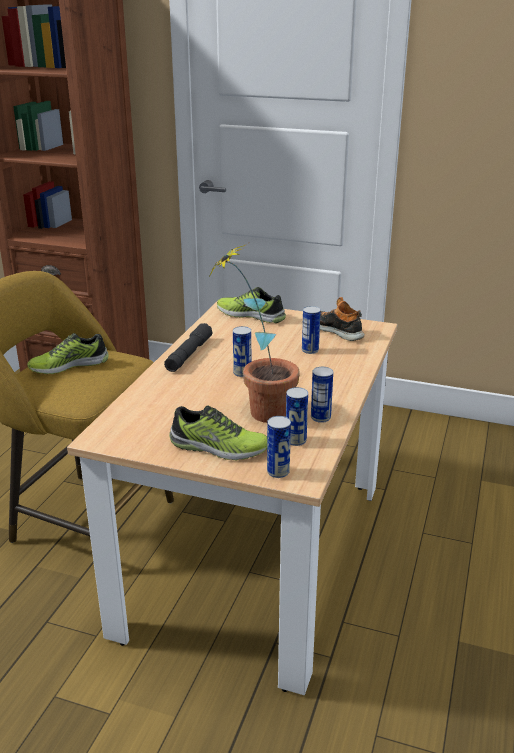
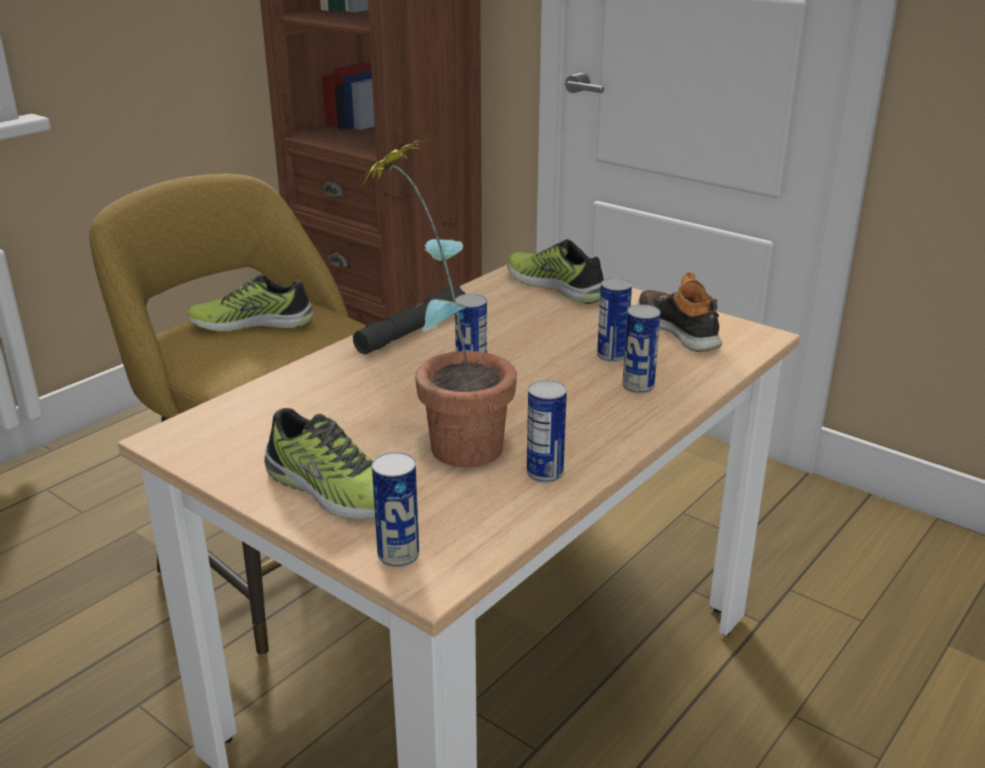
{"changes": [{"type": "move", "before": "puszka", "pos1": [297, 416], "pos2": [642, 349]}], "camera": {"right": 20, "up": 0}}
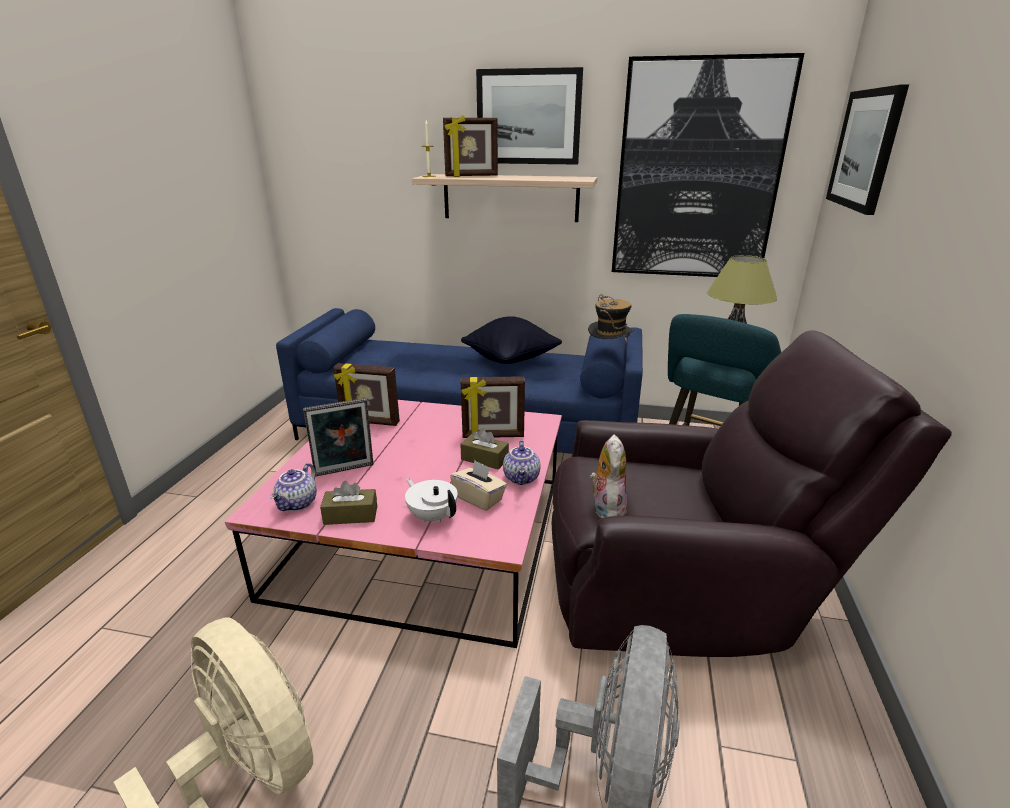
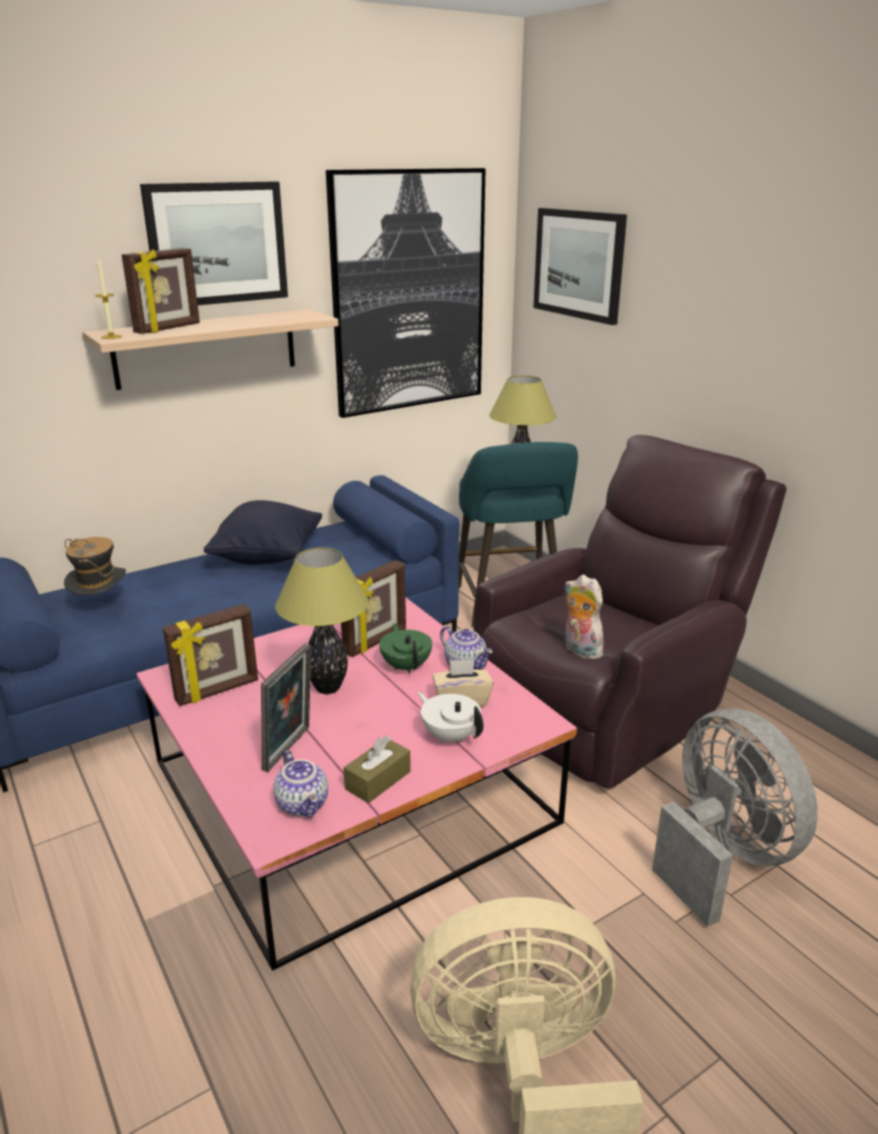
{"changes": [{"type": "move", "before": "kapelusz", "pos1": [611, 320], "pos2": [95, 566]}, {"type": "replace", "before": "pudełko chusteczek [brązowy]", "after": "imbryk [zielony]", "pos1": [484, 449], "pos2": [405, 648]}, {"type": "rotate", "before": "imbryk [biały]", "pos1": [431, 500], "pos2": [450, 717], "turn": 45}, {"type": "insert", "after": "lampa stołowa", "pos2": [322, 621]}], "camera": {"right": -45, "up": 0}}
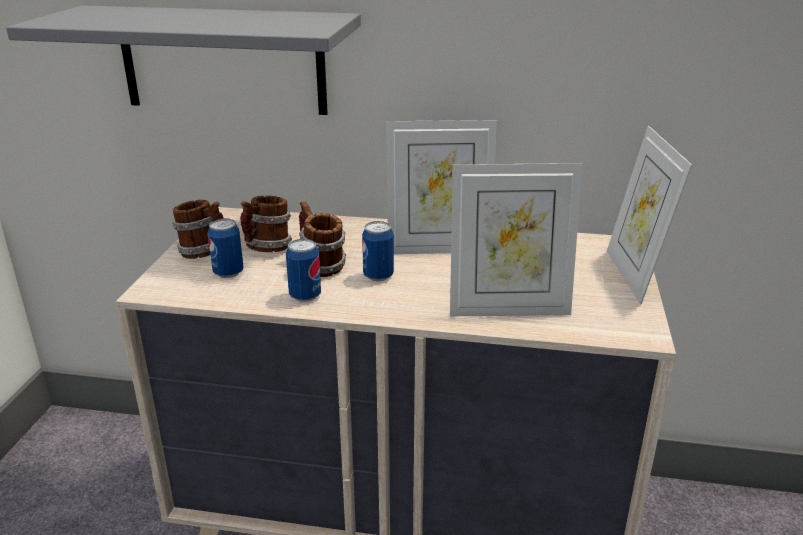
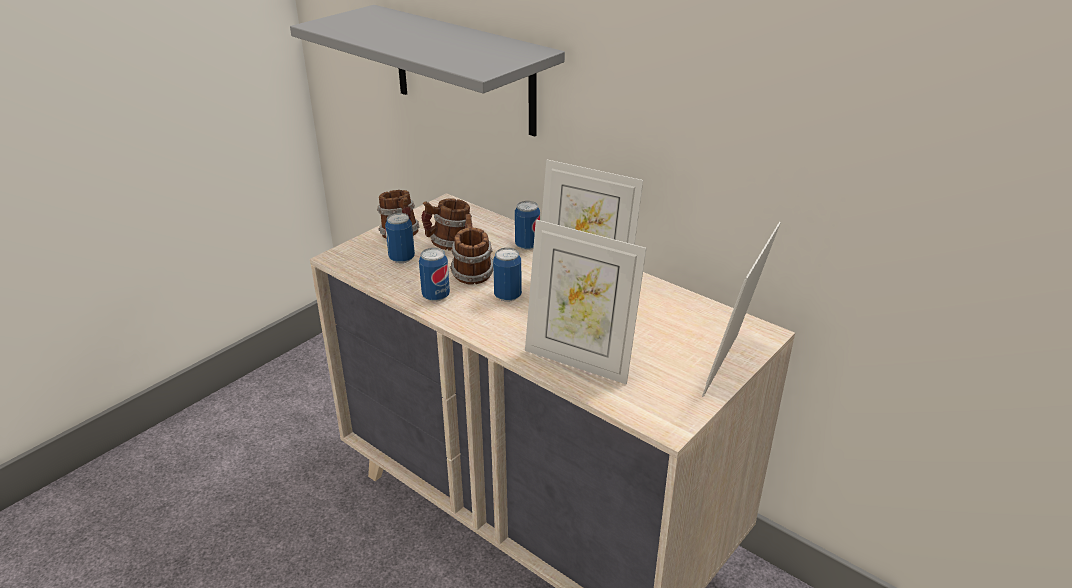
{"changes": [{"type": "insert", "after": "puszka", "pos2": [527, 225]}], "camera": {"right": 30, "up": 5}}
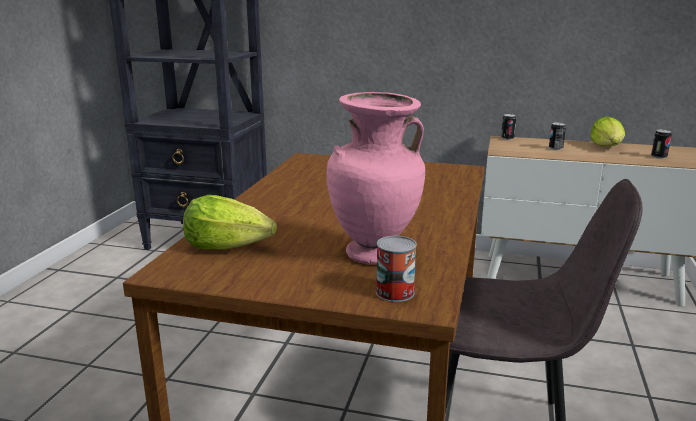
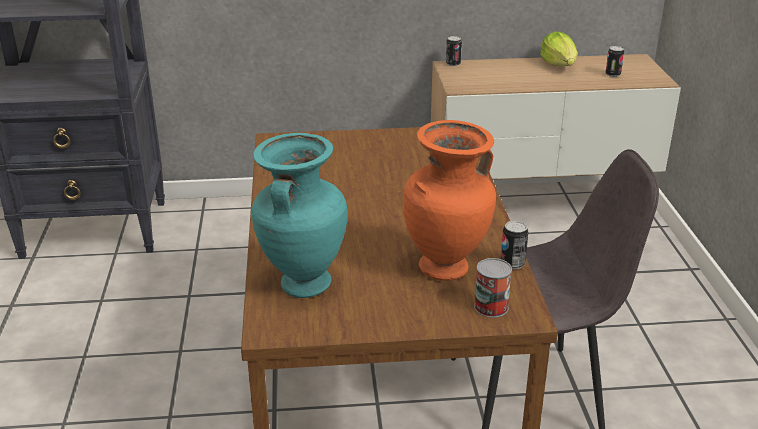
{"changes": [{"type": "recolor", "before": "wazon [różowy]", "after": "wazon [pomarańczowy]", "pos1": [375, 178], "pos2": [449, 200]}, {"type": "move", "before": "puszka", "pos1": [557, 136], "pos2": [514, 245]}, {"type": "replace", "before": "sałata", "after": "wazon [turkusowy]", "pos1": [230, 222], "pos2": [300, 215]}], "camera": {"right": -20, "up": 10}}
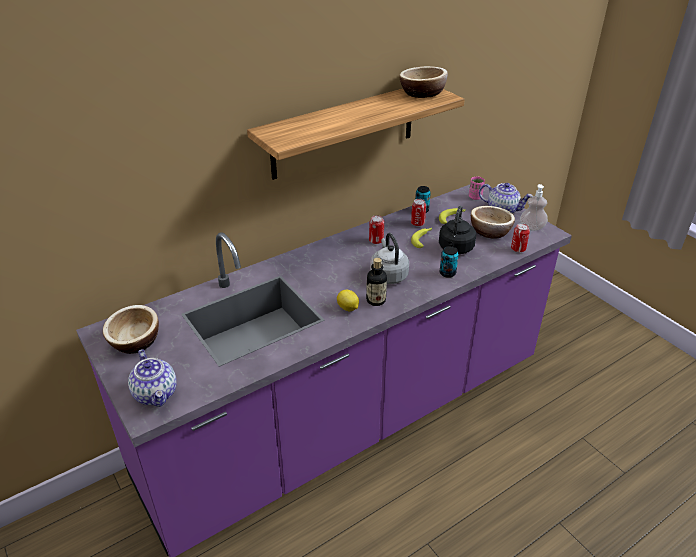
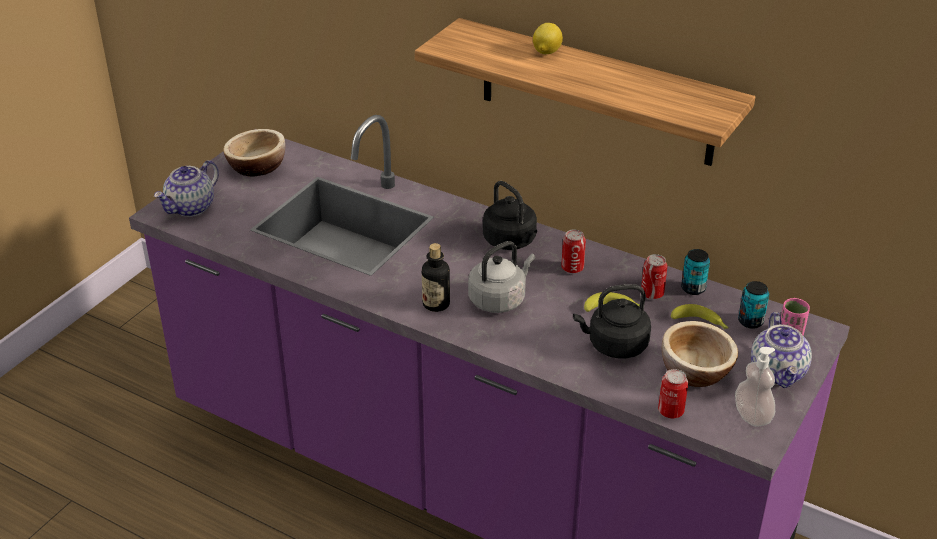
{"changes": [{"type": "delete", "before": "miska", "pos1": [424, 82]}, {"type": "move", "before": "puszka", "pos1": [449, 262], "pos2": [753, 305]}, {"type": "move", "before": "cytryna", "pos1": [348, 300], "pos2": [548, 38]}, {"type": "insert", "after": "czajnik [czarny]", "pos2": [510, 215]}], "camera": {"right": 65, "up": 0}}
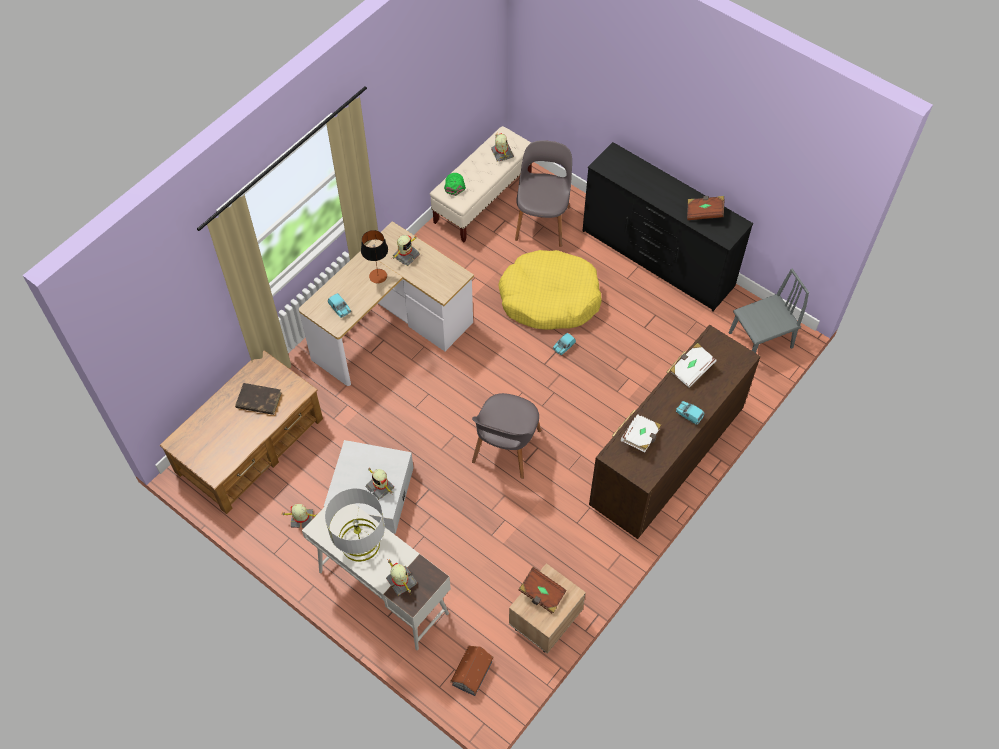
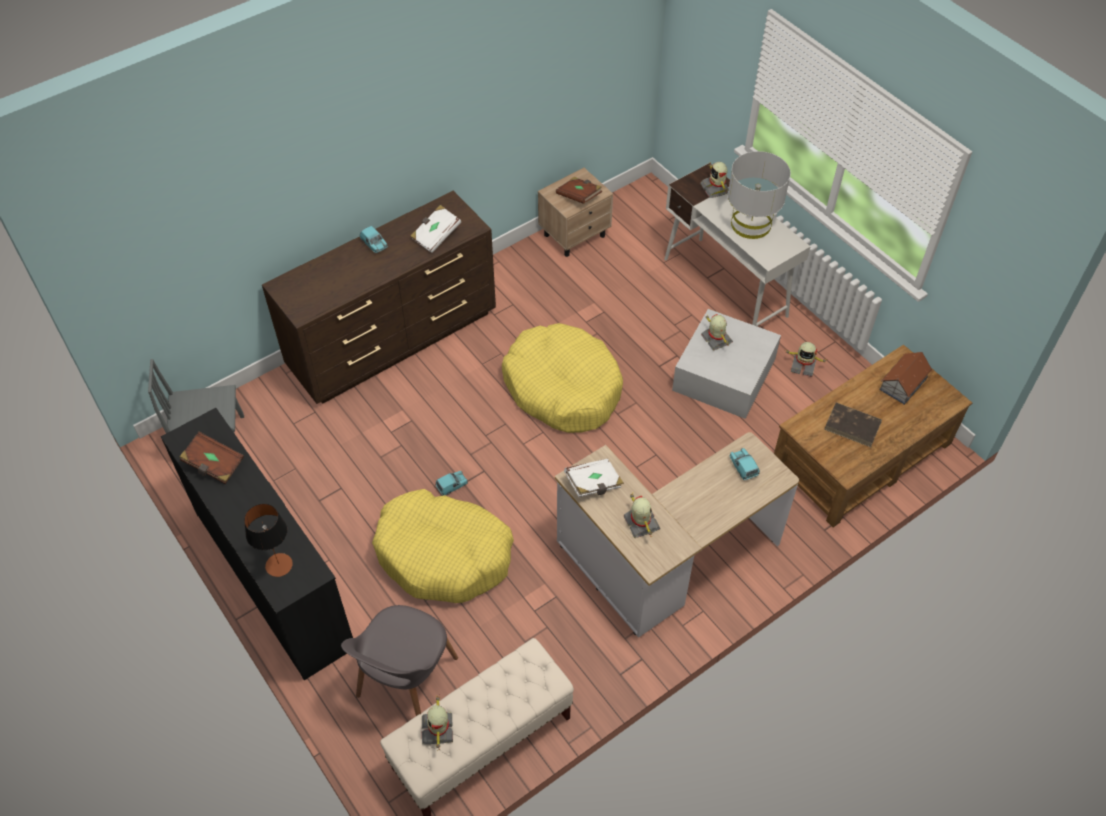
{"changes": [{"type": "delete", "before": "czapka z daszkiem [zielony]", "pos1": [455, 184]}, {"type": "move", "before": "lampa stołowa", "pos1": [374, 256], "pos2": [268, 540]}, {"type": "rotate", "before": "robot zabawkowy", "pos1": [405, 250], "pos2": [641, 516], "turn": 105}, {"type": "move", "before": "książka [biały]", "pos1": [693, 365], "pos2": [594, 478]}, {"type": "replace", "before": "krzesło [szary]", "after": "legowisko [żółty]", "pos1": [506, 436], "pos2": [562, 378]}, {"type": "move", "before": "domek", "pos1": [471, 670], "pos2": [905, 378]}], "camera": {"right": -165, "up": -5}}
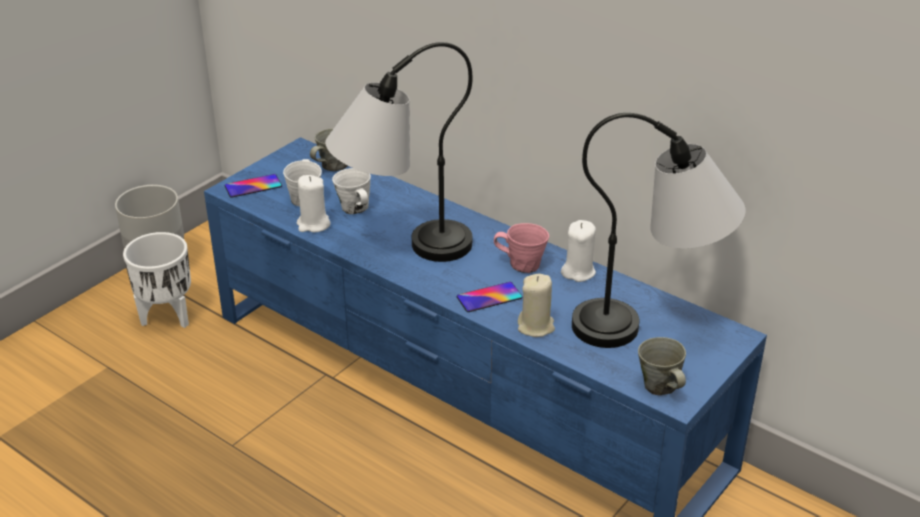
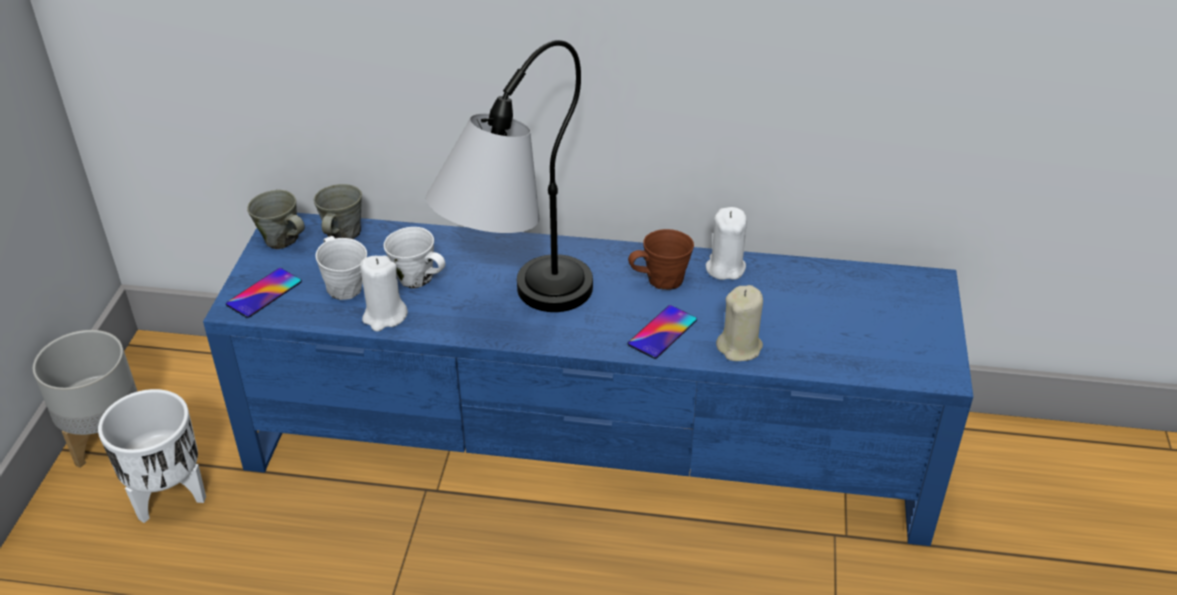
{"changes": [{"type": "delete", "before": "lampa stołowa", "pos1": [659, 230]}, {"type": "recolor", "before": "kubek [różowy]", "after": "kubek [brązowy]", "pos1": [521, 248], "pos2": [661, 259]}, {"type": "move", "before": "kubek [szary]", "pos1": [662, 366], "pos2": [276, 219]}], "camera": {"right": -30, "up": 5}}
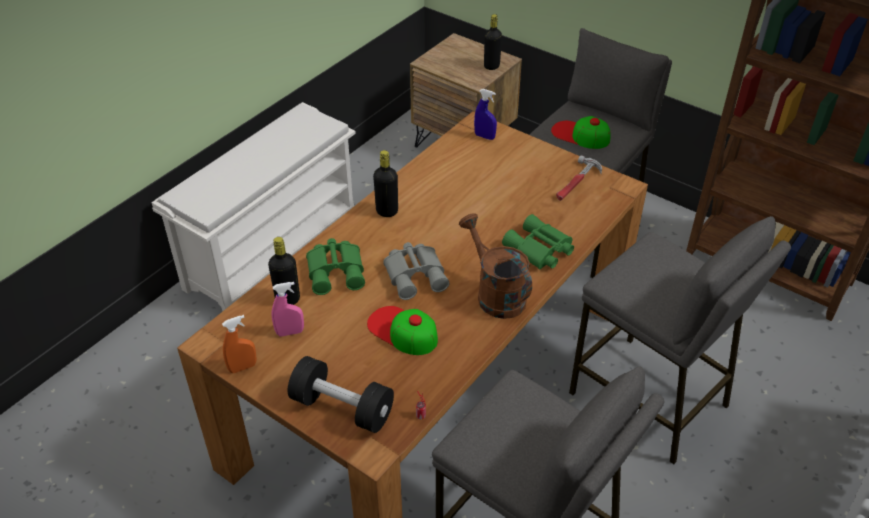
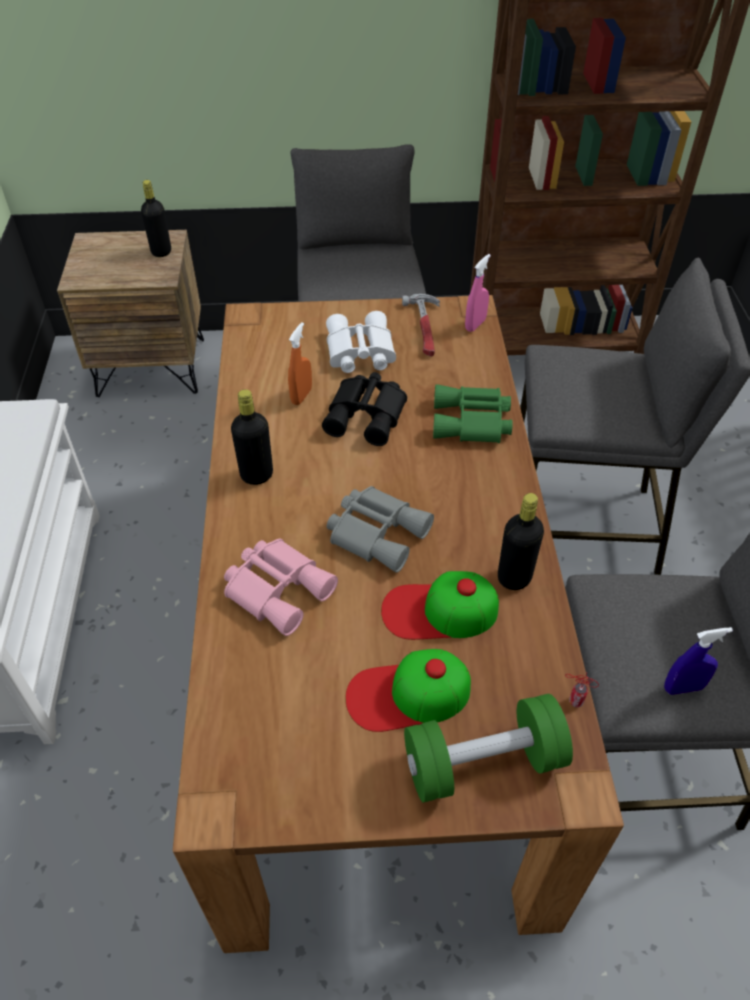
{"changes": [{"type": "move", "before": "spryskiwacz [niebieski]", "pos1": [485, 114], "pos2": [698, 661]}, {"type": "move", "before": "czapka z daszkiem", "pos1": [581, 132], "pos2": [408, 690]}, {"type": "delete", "before": "konewka [brązowy]", "pos1": [495, 266]}, {"type": "move", "before": "butelka [czarny]", "pos1": [284, 271], "pos2": [521, 541]}, {"type": "recolor", "before": "lornetka [zielony]", "after": "lornetka [różowy]", "pos1": [335, 266], "pos2": [281, 587]}, {"type": "move", "before": "spryskiwacz [różowy]", "pos1": [288, 309], "pos2": [478, 293]}, {"type": "move", "before": "spryskiwacz [pomarańczowy]", "pos1": [239, 344], "pos2": [300, 363]}, {"type": "recolor", "before": "hantel [czarny]", "after": "hantel [zielony]", "pos1": [341, 394], "pos2": [488, 748]}, {"type": "insert", "after": "lornetka [biały]", "pos2": [361, 342]}, {"type": "insert", "after": "lornetka [czarny]", "pos2": [364, 409]}], "camera": {"right": -40, "up": 5}}
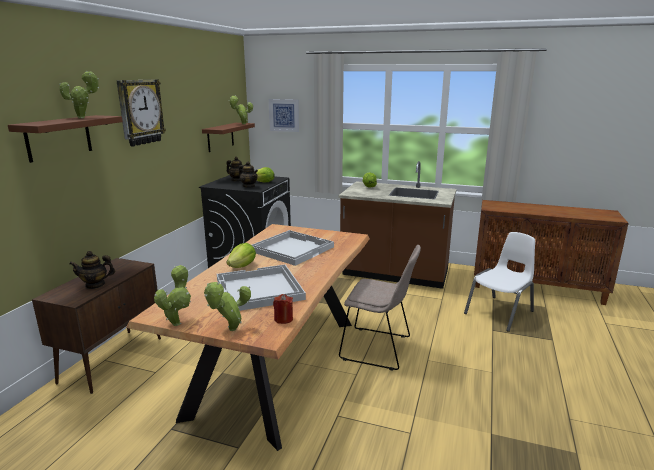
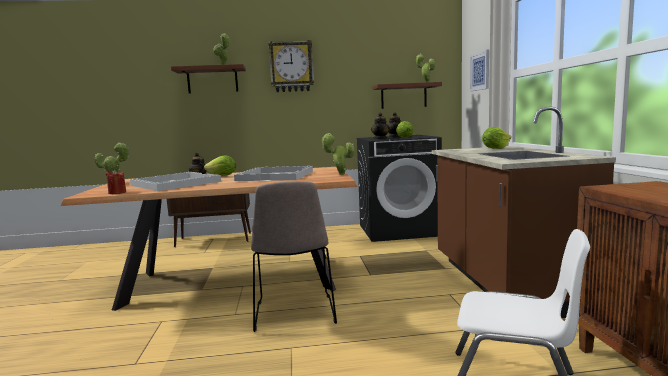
{"changes": [{"type": "move", "before": "roślina doniczkowa", "pos1": [227, 306], "pos2": [337, 154]}], "camera": {"right": 65, "up": -10}}
